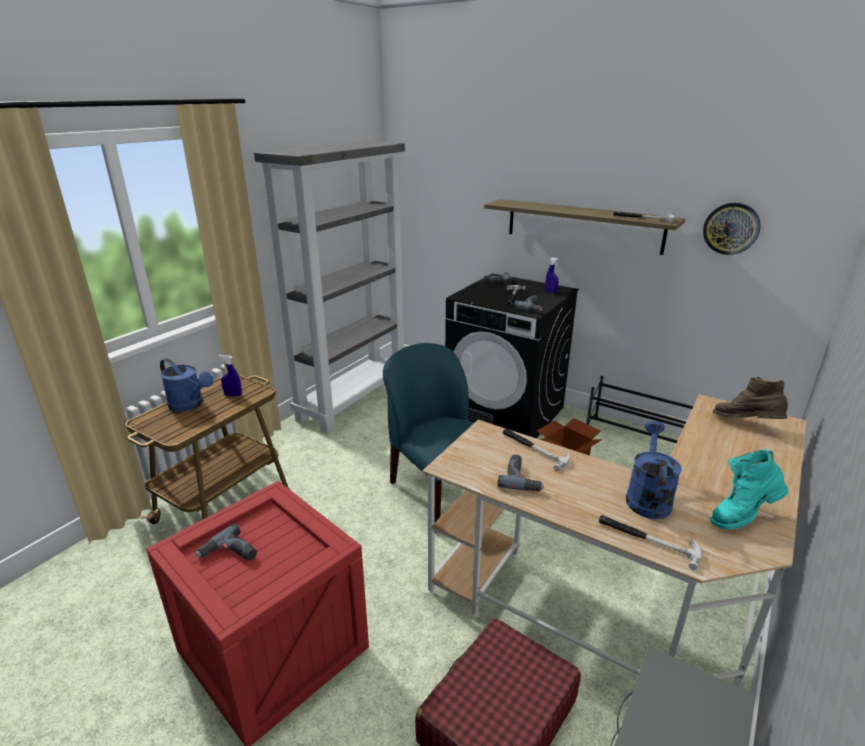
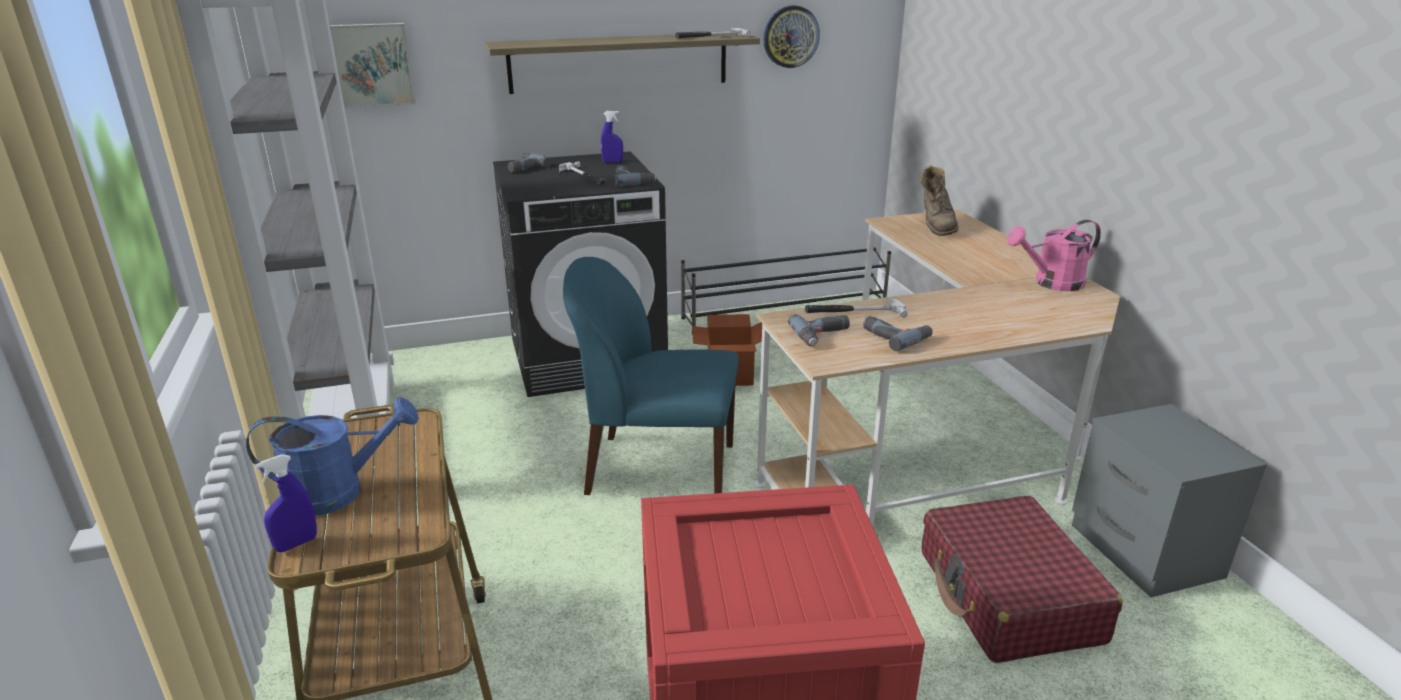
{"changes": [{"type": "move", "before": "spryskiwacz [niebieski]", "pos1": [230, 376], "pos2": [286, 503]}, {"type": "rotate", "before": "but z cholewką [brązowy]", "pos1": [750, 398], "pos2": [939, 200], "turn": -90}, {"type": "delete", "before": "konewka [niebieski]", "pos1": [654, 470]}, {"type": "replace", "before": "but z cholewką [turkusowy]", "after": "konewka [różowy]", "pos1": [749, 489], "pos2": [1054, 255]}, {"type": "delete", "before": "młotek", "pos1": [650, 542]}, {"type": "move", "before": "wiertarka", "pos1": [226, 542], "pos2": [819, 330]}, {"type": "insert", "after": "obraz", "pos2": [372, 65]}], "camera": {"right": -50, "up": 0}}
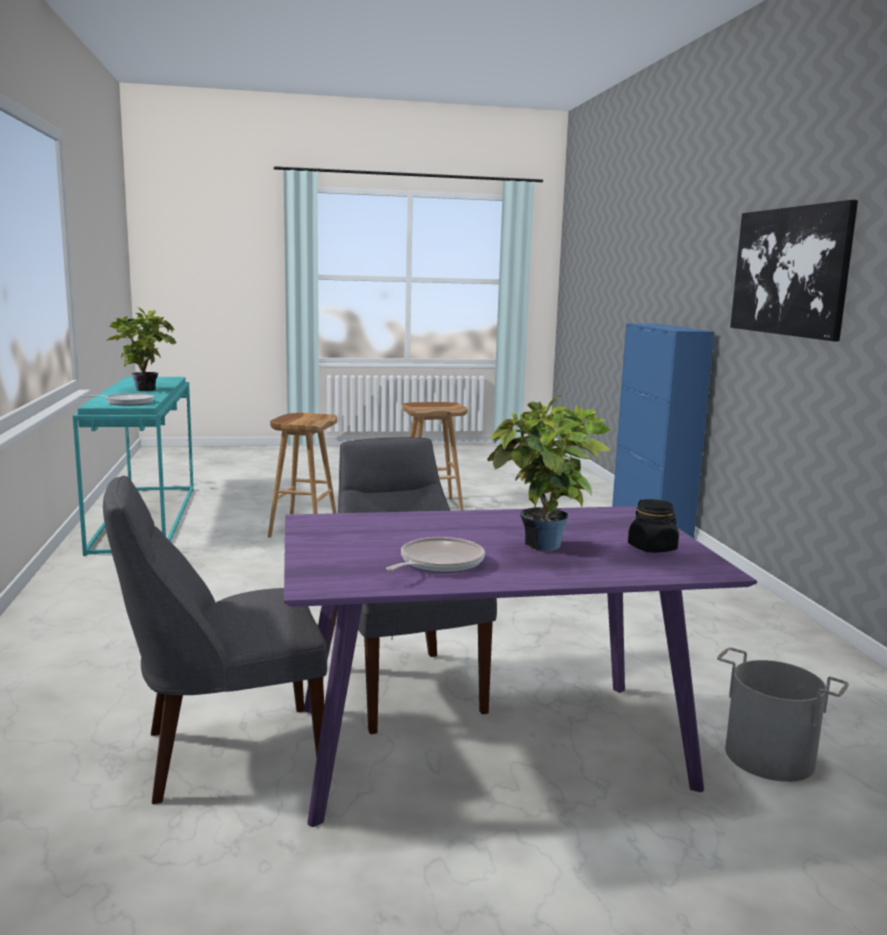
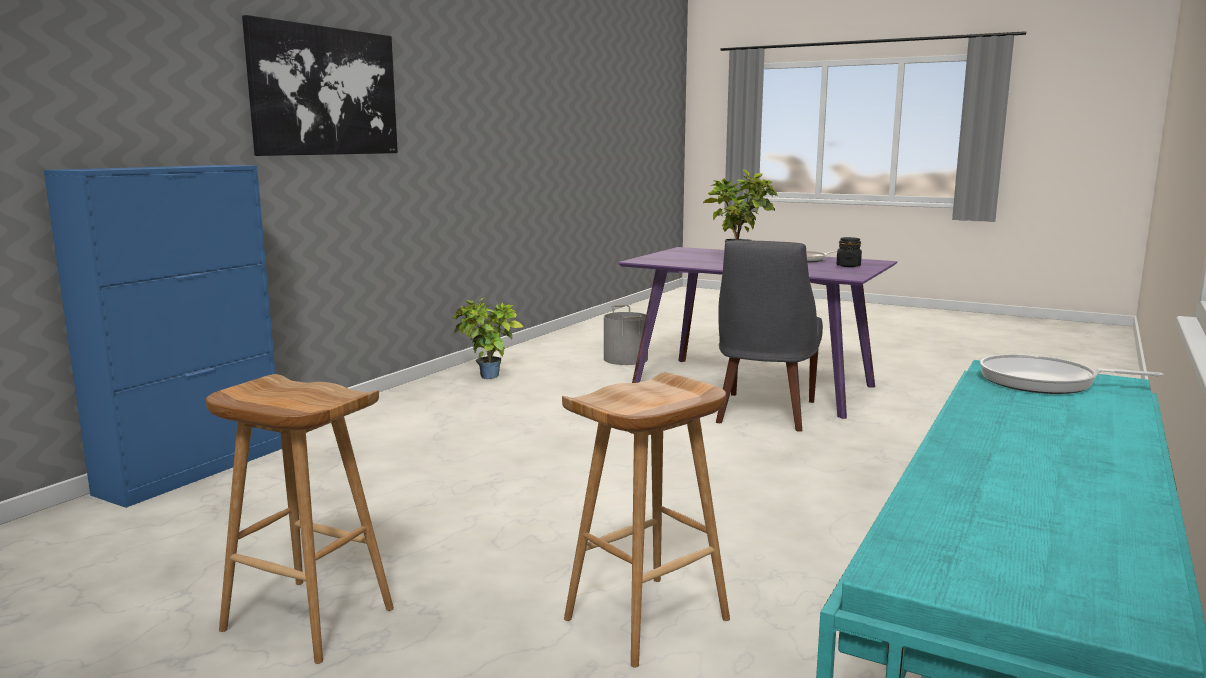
{"changes": [{"type": "move", "before": "roślina doniczkowa", "pos1": [141, 349], "pos2": [487, 338]}, {"type": "delete", "before": "krzesło [szary]", "pos1": [215, 640]}, {"type": "move", "before": "słoik [czarny]", "pos1": [653, 526], "pos2": [849, 252]}], "camera": {"right": -140, "up": 0}}
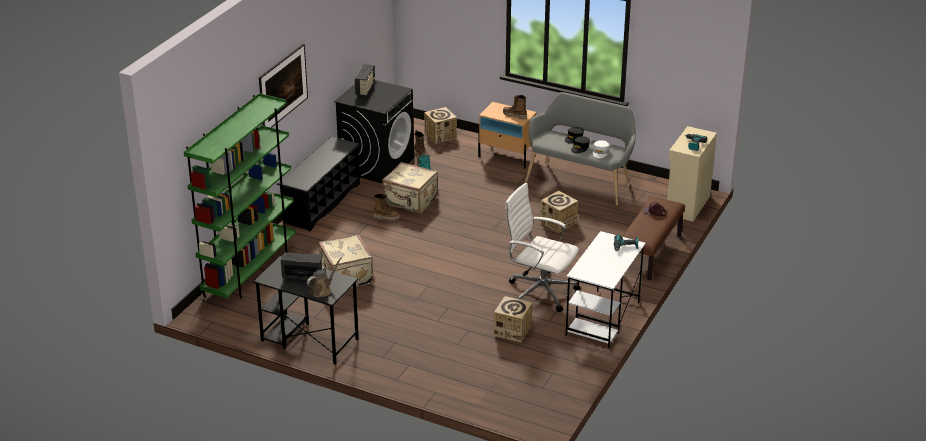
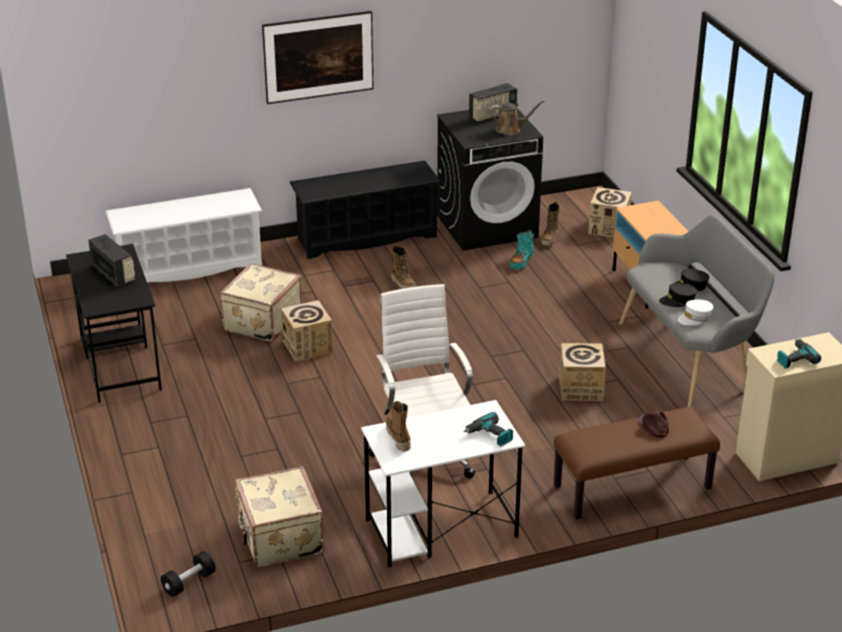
{"changes": [{"type": "replace", "before": "regał [zielony]", "after": "regał na buty [biały]", "pos1": [240, 196], "pos2": [183, 235]}, {"type": "move", "before": "but z cholewką", "pos1": [515, 107], "pos2": [398, 426]}, {"type": "move", "before": "walizka [beżowy]", "pos1": [410, 188], "pos2": [280, 516]}, {"type": "move", "before": "konewka [brązowy]", "pos1": [324, 277], "pos2": [517, 117]}, {"type": "move", "before": "karton", "pos1": [513, 319], "pos2": [307, 331]}, {"type": "insert", "after": "hantel [czarny]", "pos2": [188, 574]}], "camera": {"right": 45, "up": 0}}
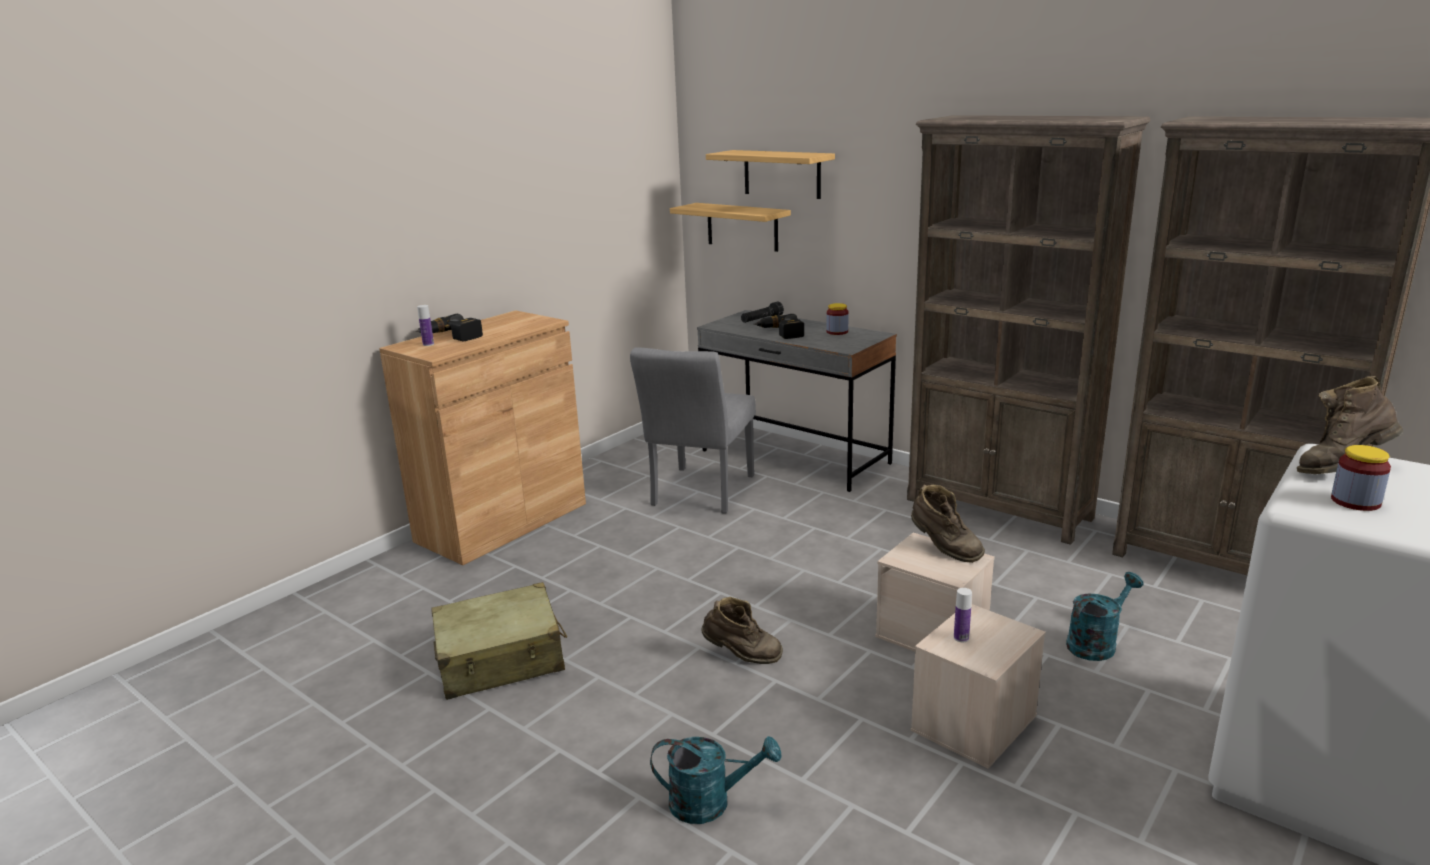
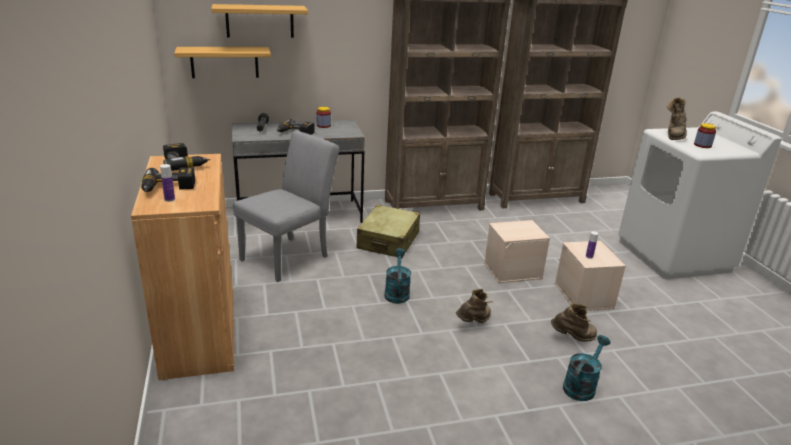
{"changes": [{"type": "rotate", "before": "krzesło [szary]", "pos1": [693, 430], "pos2": [286, 206], "turn": -105}, {"type": "move", "before": "but z cholewką [brązowy]", "pos1": [948, 523], "pos2": [574, 322]}, {"type": "move", "before": "konewka [turkusowy]", "pos1": [1105, 616], "pos2": [397, 276]}, {"type": "move", "before": "walizka [beżowy]", "pos1": [499, 641], "pos2": [388, 231]}, {"type": "insert", "after": "wiertarka", "pos2": [186, 157]}], "camera": {"right": -55, "up": 5}}
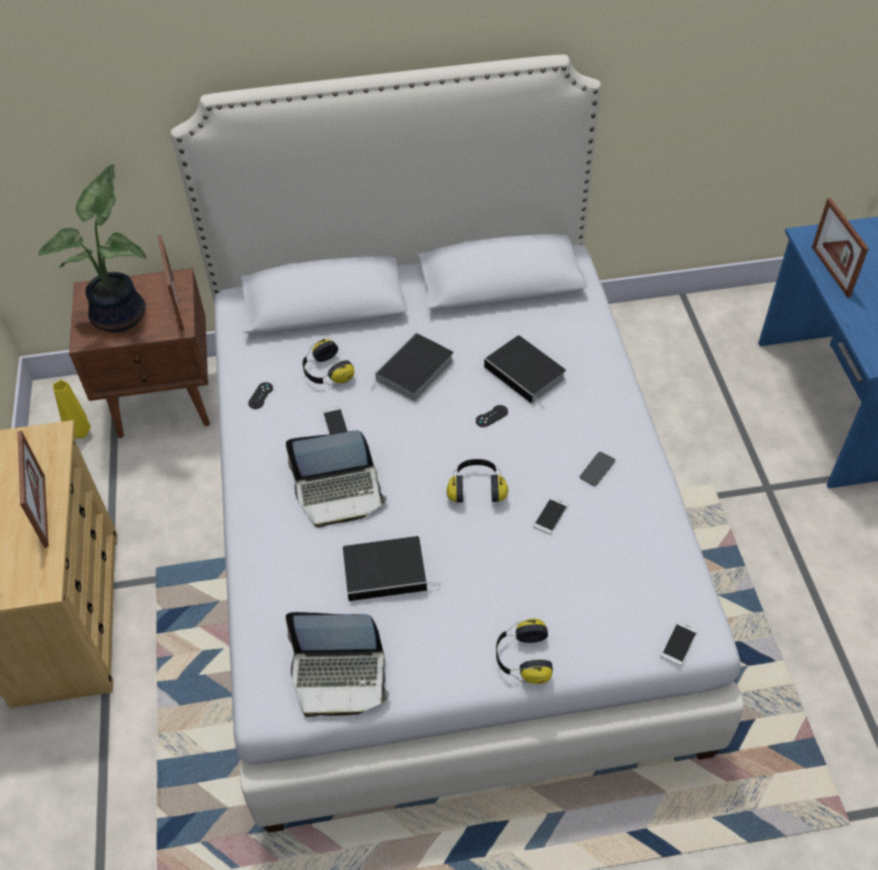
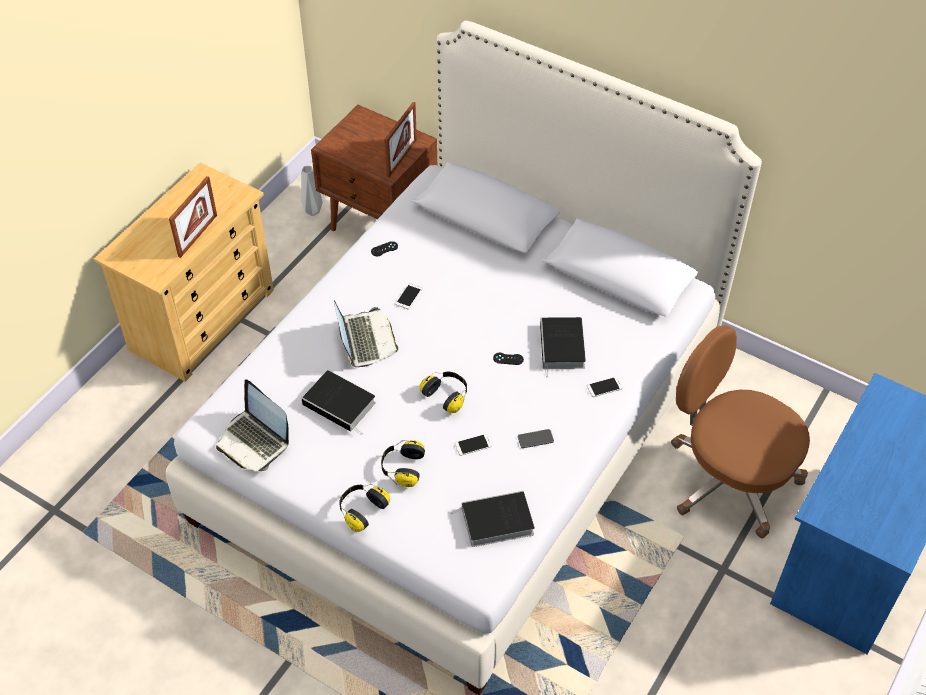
{"changes": [{"type": "delete", "before": "roślina doniczkowa", "pos1": [92, 248]}, {"type": "delete", "before": "ramka na zdjęcie", "pos1": [840, 248]}, {"type": "move", "before": "książka", "pos1": [412, 367], "pos2": [492, 519]}, {"type": "move", "before": "słuchawki", "pos1": [328, 363], "pos2": [403, 463]}, {"type": "recolor", "before": "wazon [żółty]", "after": "wazon [szary]", "pos1": [71, 409], "pos2": [312, 191]}, {"type": "rotate", "before": "laptop", "pos1": [336, 479], "pos2": [366, 333], "turn": -135}, {"type": "move", "before": "telefon", "pos1": [679, 643], "pos2": [605, 387]}, {"type": "insert", "after": "krzesło biurowe [brązowy]", "pos2": [740, 432]}], "camera": {"right": 40, "up": 0}}
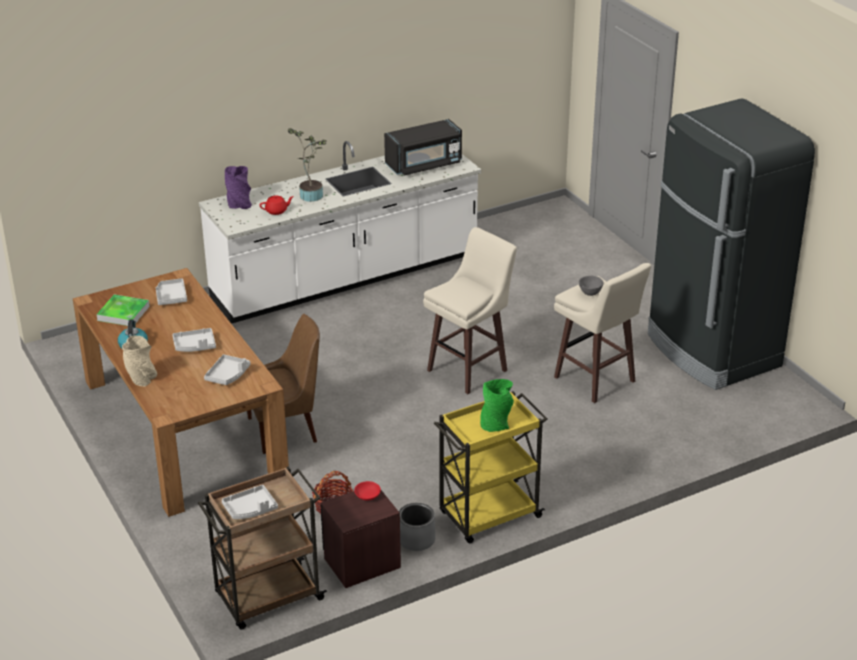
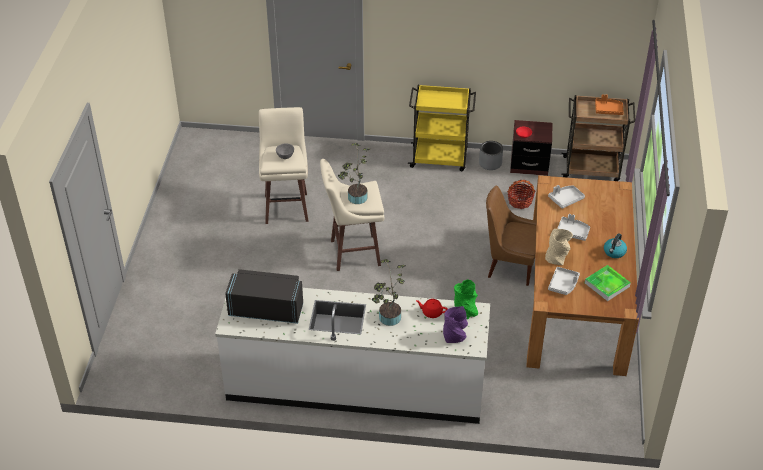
{"changes": [{"type": "delete", "before": "lodówka [czarny]", "pos1": [731, 244]}, {"type": "move", "before": "wazon [beżowy]", "pos1": [139, 361], "pos2": [559, 247]}, {"type": "move", "before": "wazon [zielony]", "pos1": [497, 405], "pos2": [466, 299]}, {"type": "recolor", "before": "taca [szary]", "after": "taca [pomarańczowy]", "pos1": [250, 502], "pos2": [609, 104]}, {"type": "insert", "after": "roślina doniczkowa", "pos2": [354, 173]}], "camera": {"right": -145, "up": 10}}
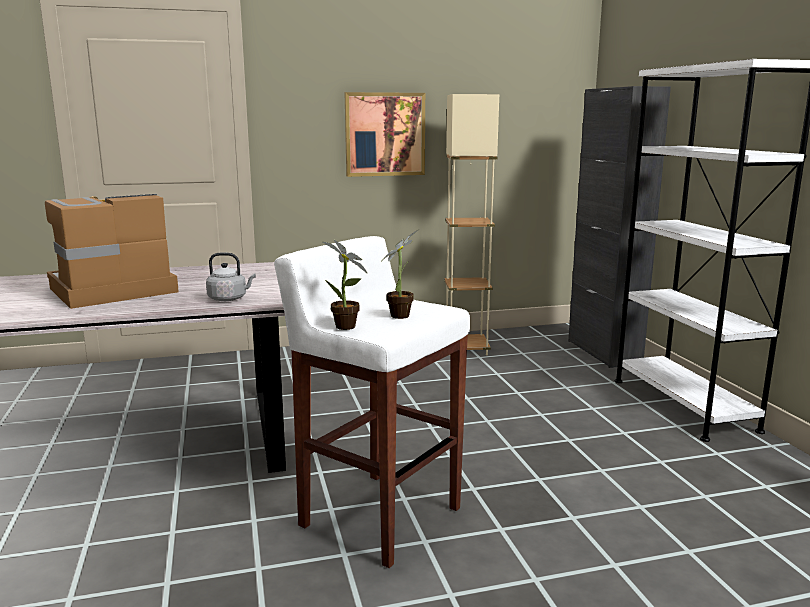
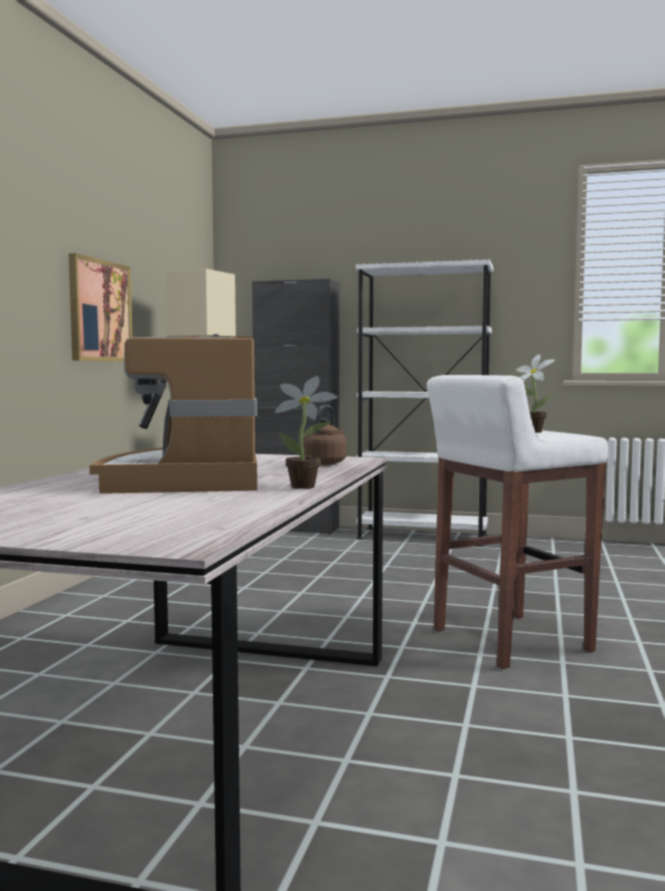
{"changes": [{"type": "move", "before": "roślina doniczkowa", "pos1": [345, 285], "pos2": [306, 432]}, {"type": "recolor", "before": "czajnik [szary]", "after": "czajnik [brązowy]", "pos1": [231, 276], "pos2": [325, 435]}], "camera": {"right": -60, "up": -10}}
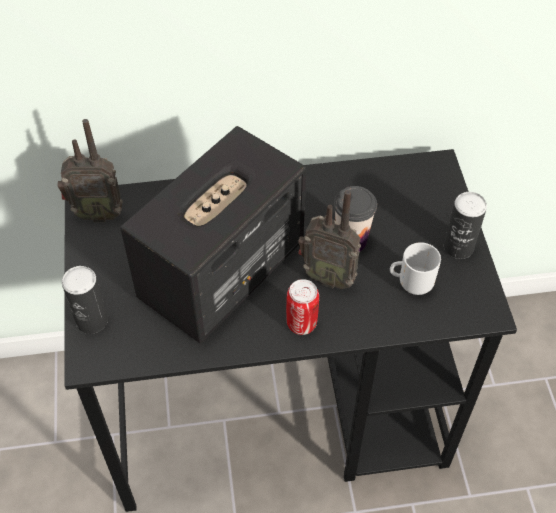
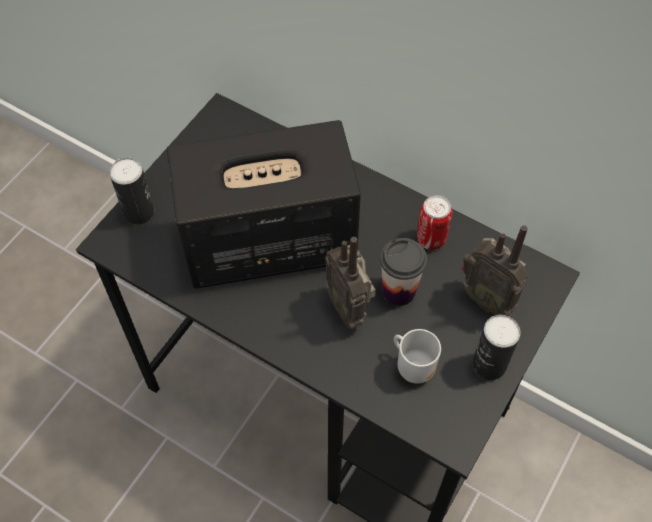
{"changes": [{"type": "move", "before": "radio", "pos1": [90, 170], "pos2": [494, 270]}, {"type": "move", "before": "puszka", "pos1": [302, 307], "pos2": [434, 222]}], "camera": {"right": 40, "up": 5}}
